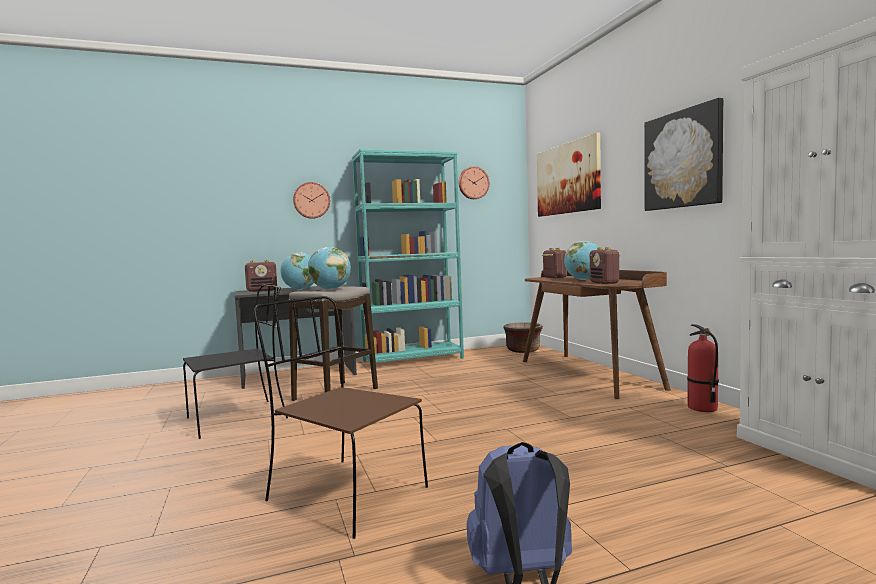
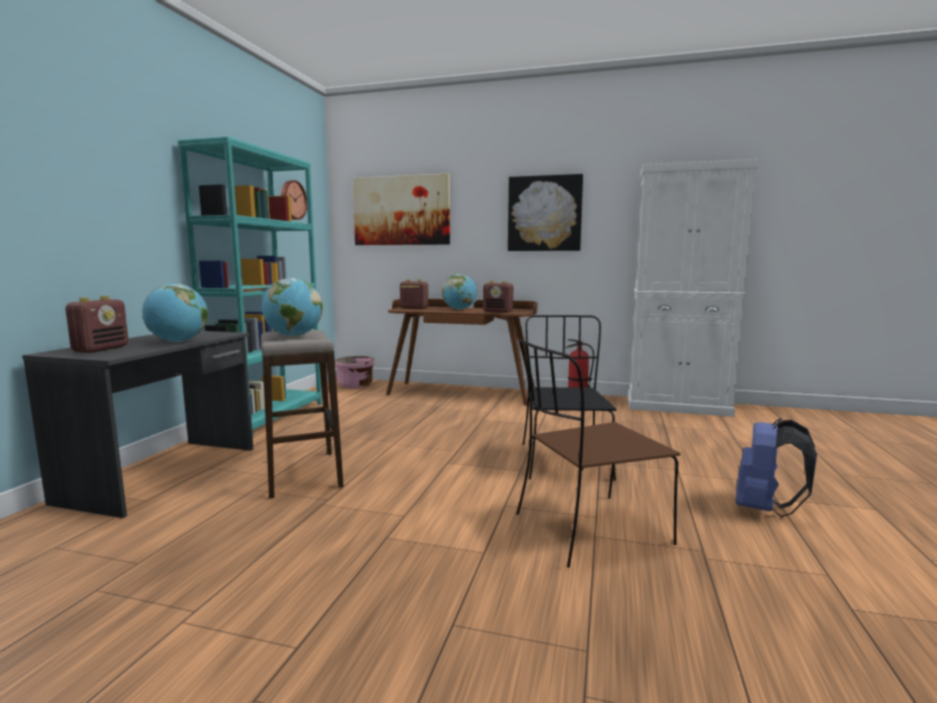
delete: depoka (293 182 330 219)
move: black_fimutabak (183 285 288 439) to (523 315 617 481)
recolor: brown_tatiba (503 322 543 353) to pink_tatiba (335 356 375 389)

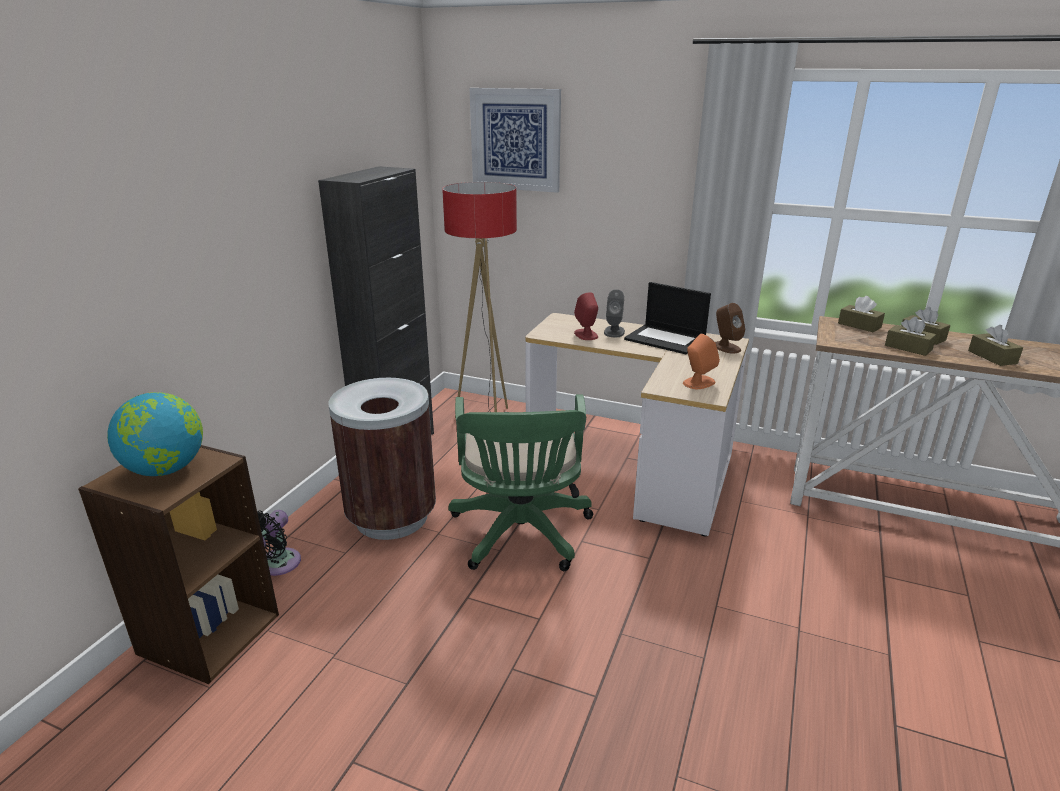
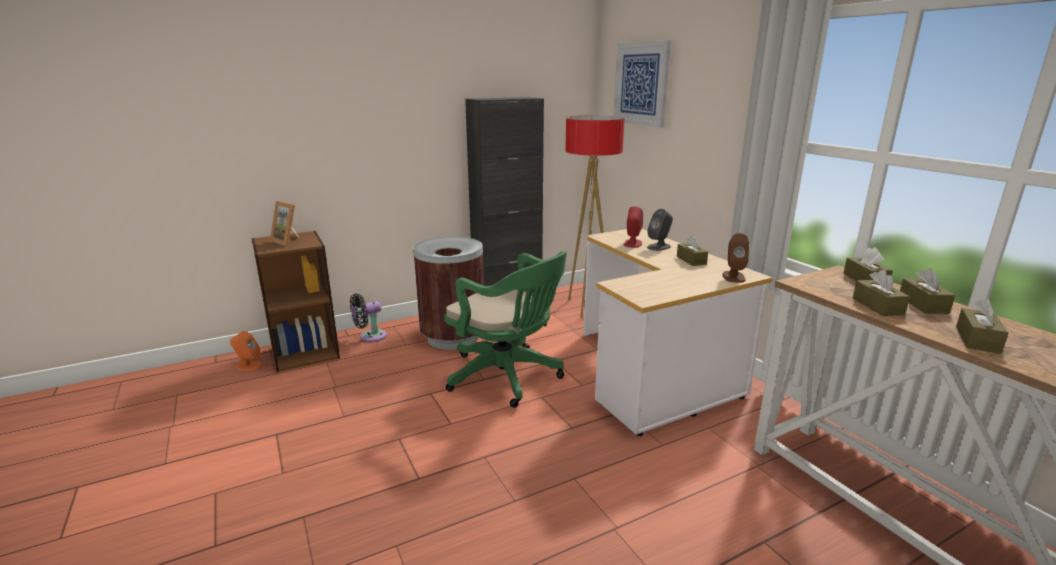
move: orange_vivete (683 334 720 389) to (230 331 262 371)
replace: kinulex (624 282 711 354) to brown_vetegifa (677 235 708 266); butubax (107 392 203 476) to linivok (270 201 299 246)
rotate: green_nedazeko (448 394 593 571) = (444 251 567 408) 90 degrees counterclockwise

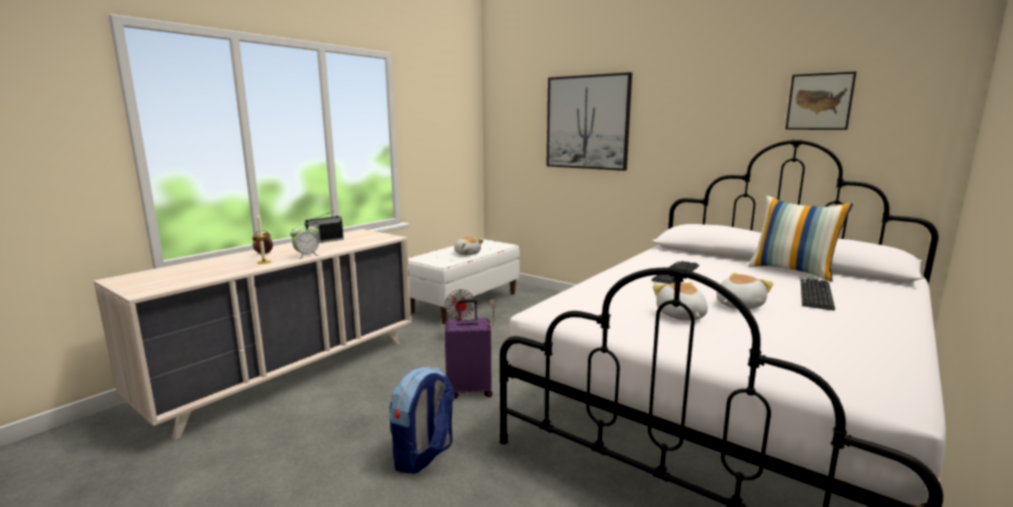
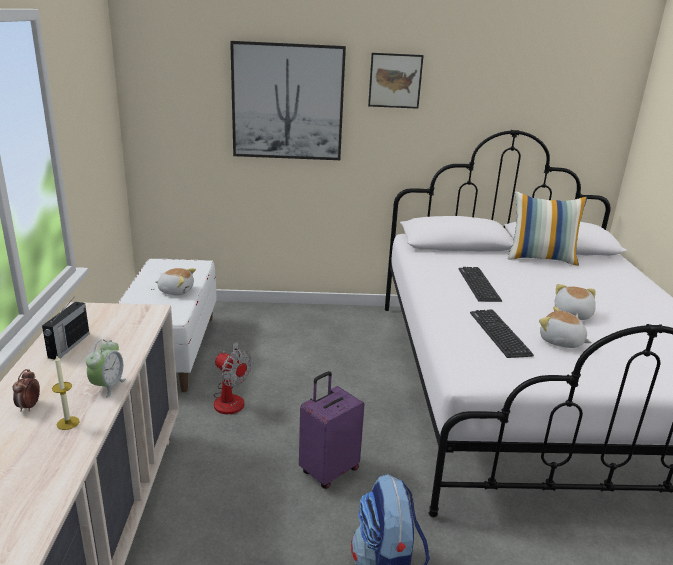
move: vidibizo (785 72 856 130) to (368 53 424 109); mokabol (801 278 835 310) to (470 309 534 358)

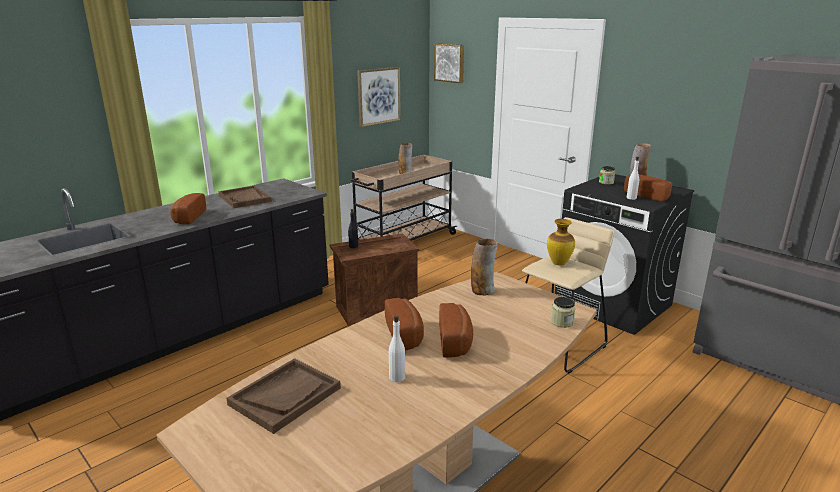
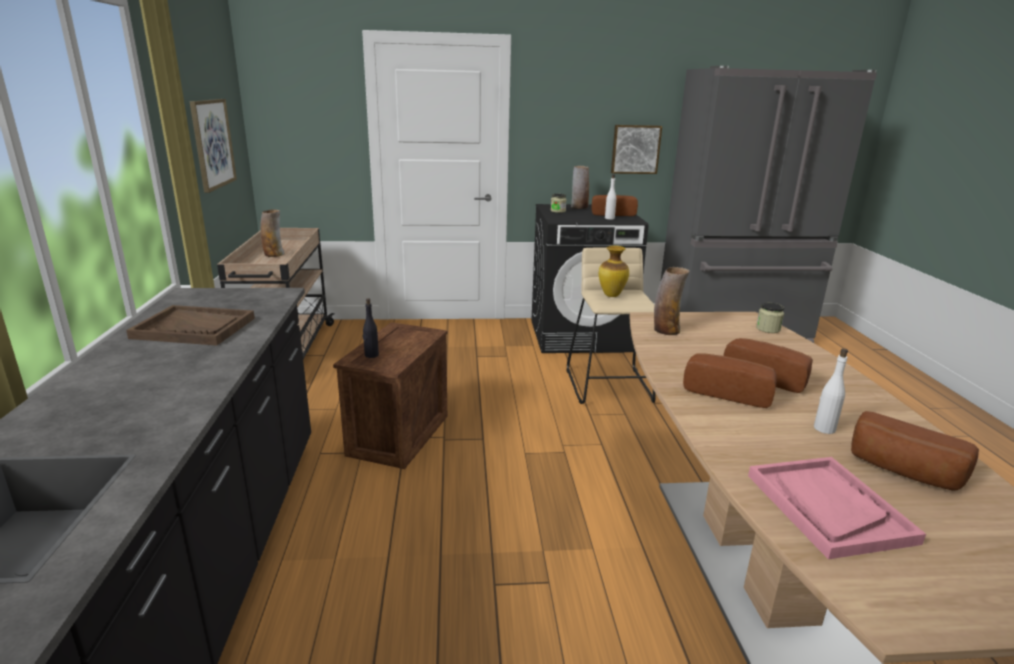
move: vidibizo (434 43 464 83) to (611 125 662 174); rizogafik (170 193 206 225) to (851 411 979 491)
recolor: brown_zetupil (226 358 341 434) to pink_zetupil (748 457 926 559)

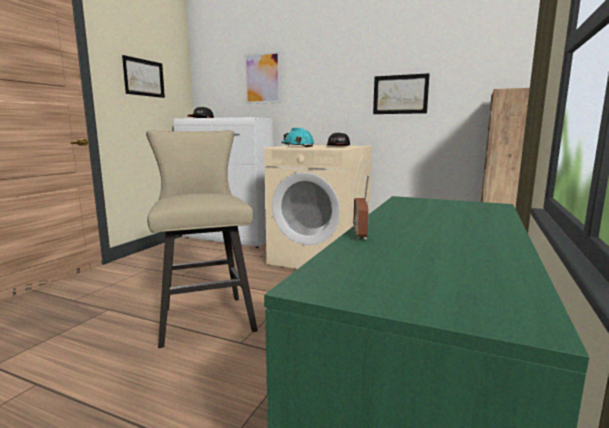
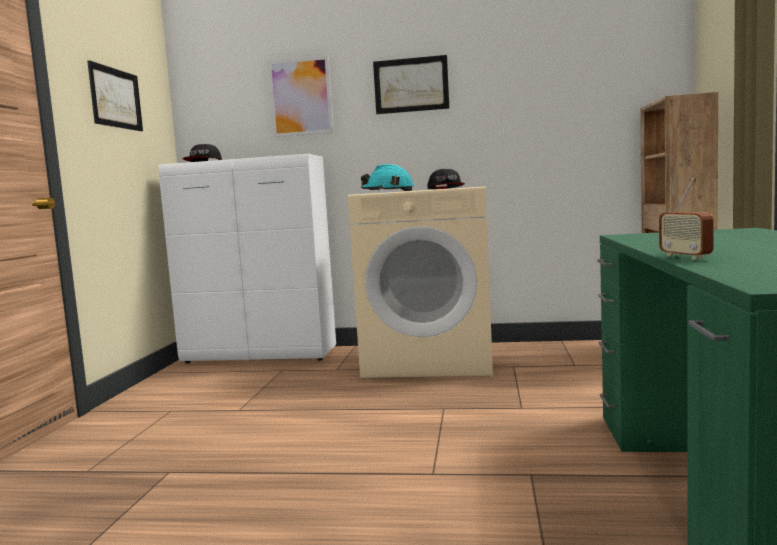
delete: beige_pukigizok (146 130 258 348)
move: vidibizo (373 73 430 114) to (373 55 449 114)

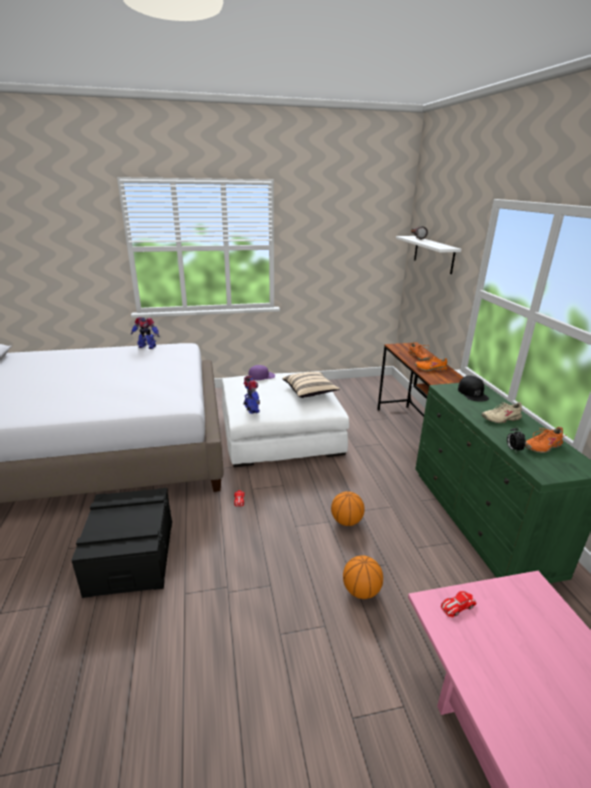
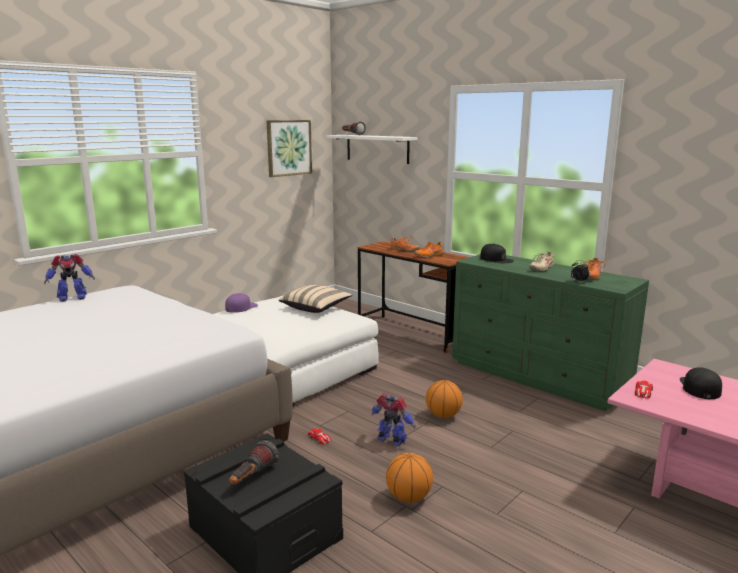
insert: vidibizo (267 120 312 177); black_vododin (680 367 722 399); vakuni (229 440 279 485)
move: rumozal (243 376 260 414) to (372 393 416 446); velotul (343 556 383 599) to (386 453 433 502)

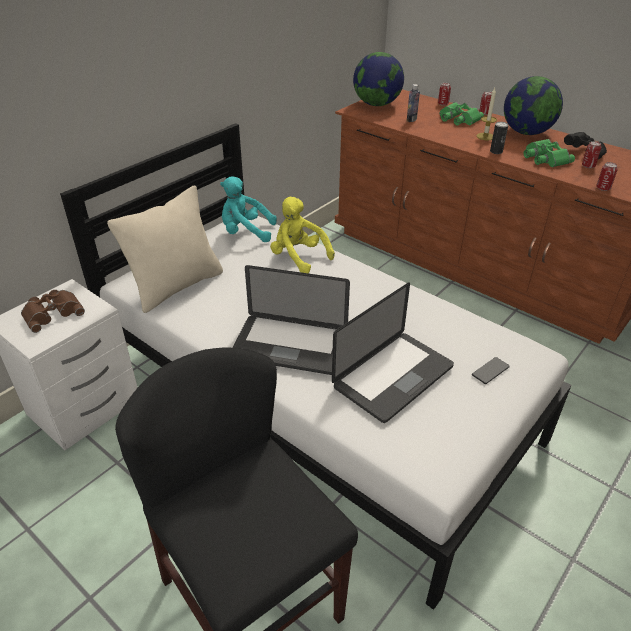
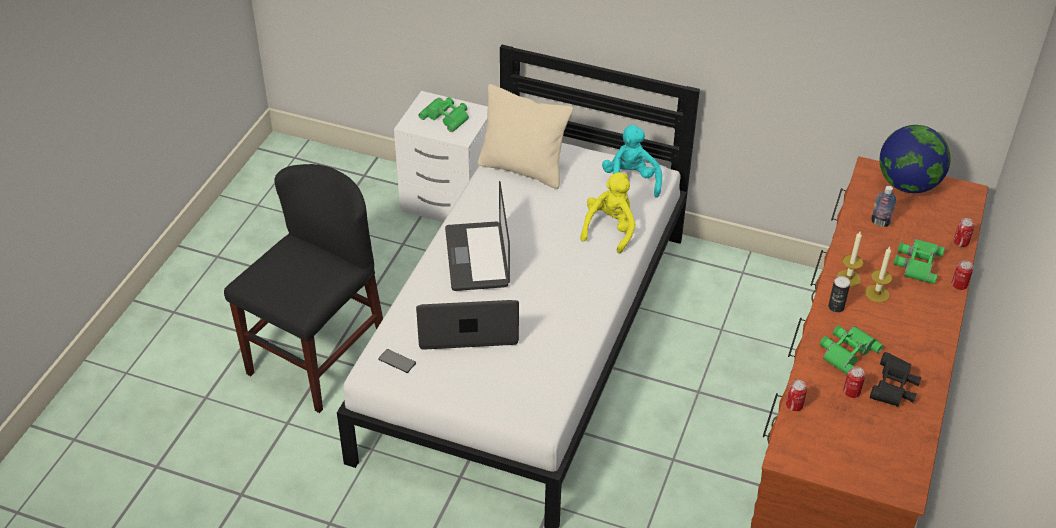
delete: butubax (504 76 563 135)
insert: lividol (837 232 863 287)
move: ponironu (472 357 510 384) to (378 349 416 373)
recolor: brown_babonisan (21 290 85 333) to green_babonisan (419 97 469 132)
rotate: kinulex (332 283 454 423) = (416 300 519 350) 150 degrees clockwise

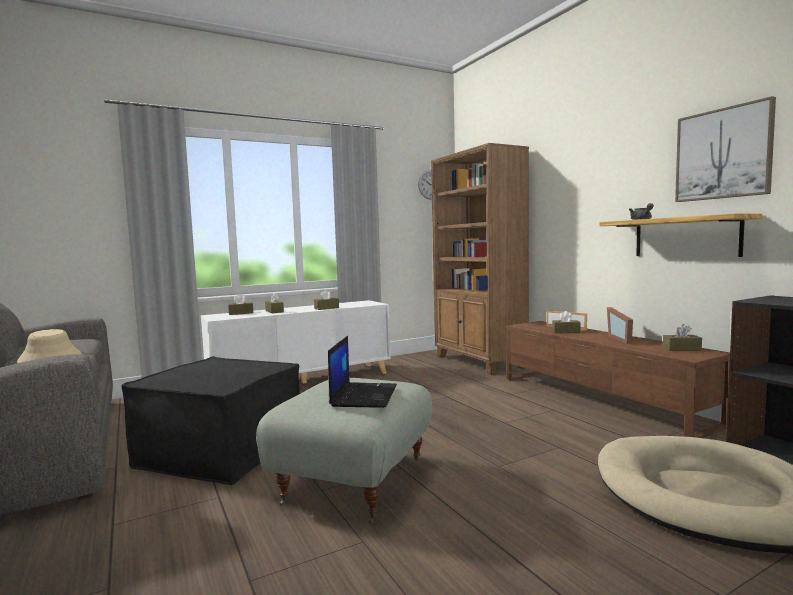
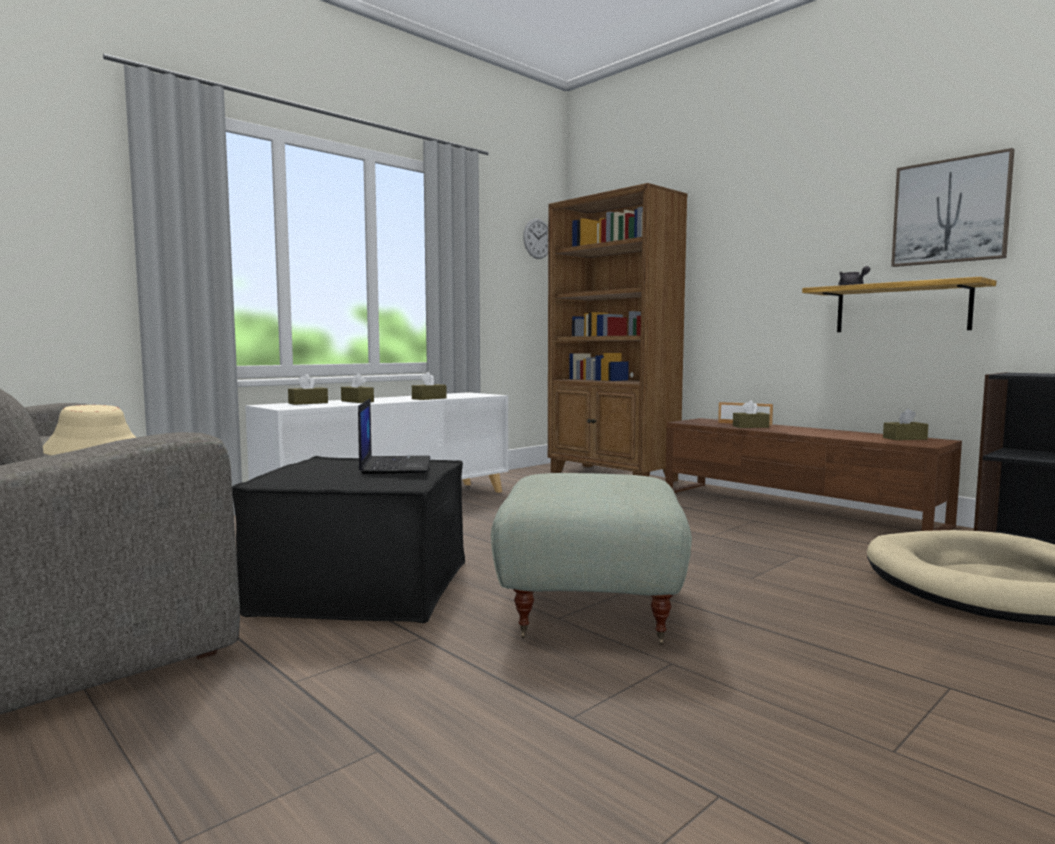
delete: linivok (607 307 633 344)
move: kinulex (328 336 397 408) to (358 399 430 474)

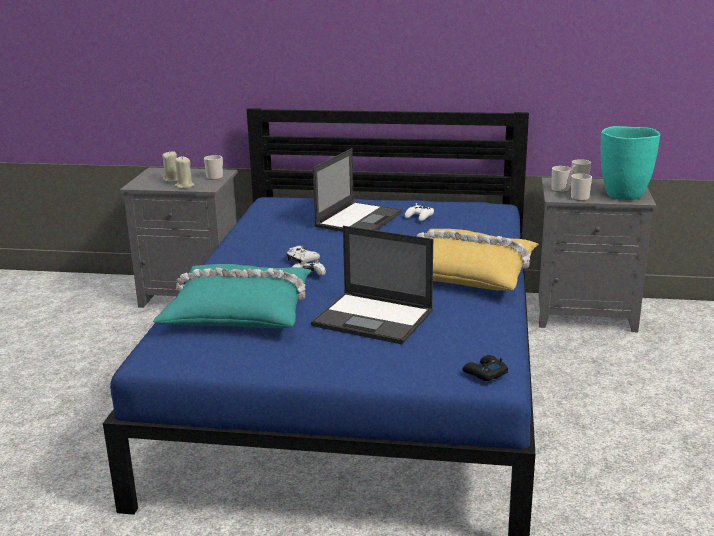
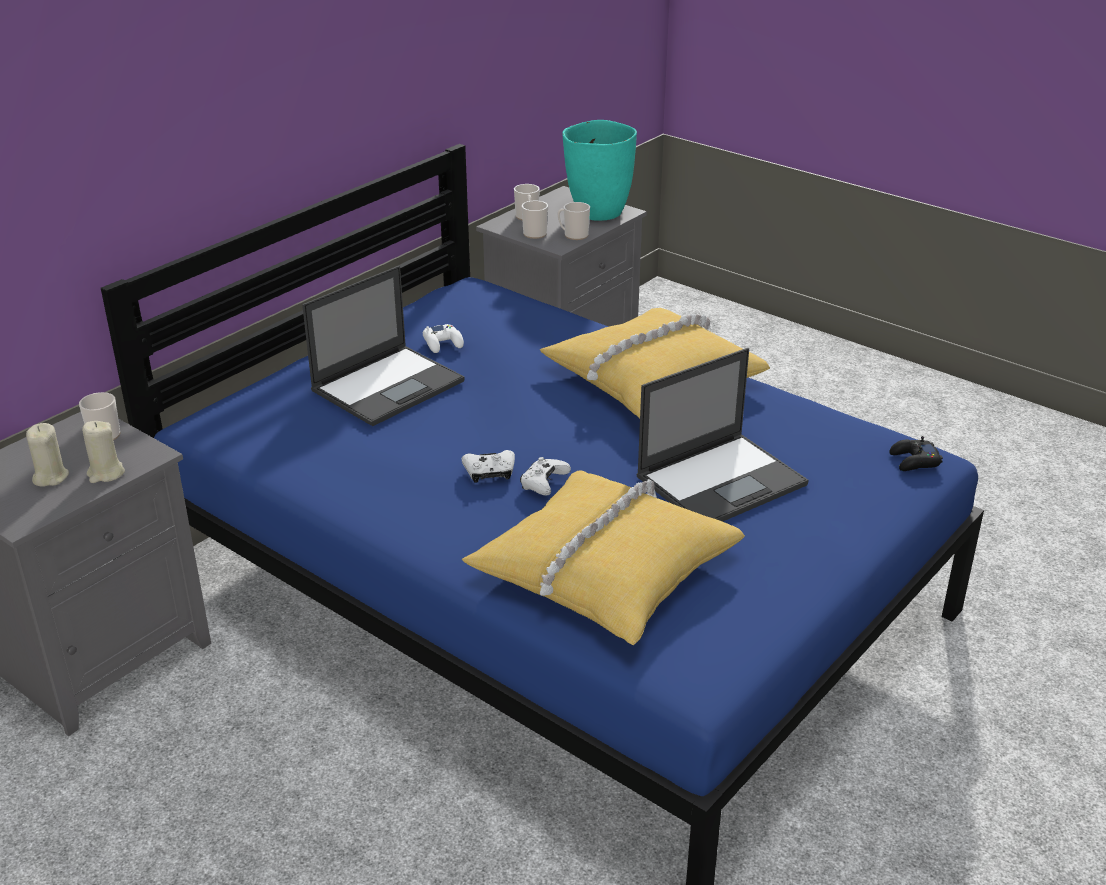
recolor: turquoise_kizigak (153 264 311 328) to yellow_kizigak (462 470 745 645)
rotate: kinulex (313 148 403 232) = (302 266 465 426) 75 degrees clockwise

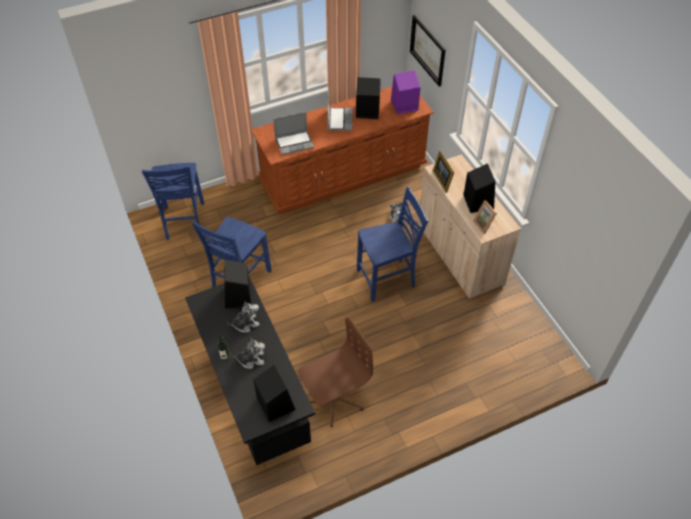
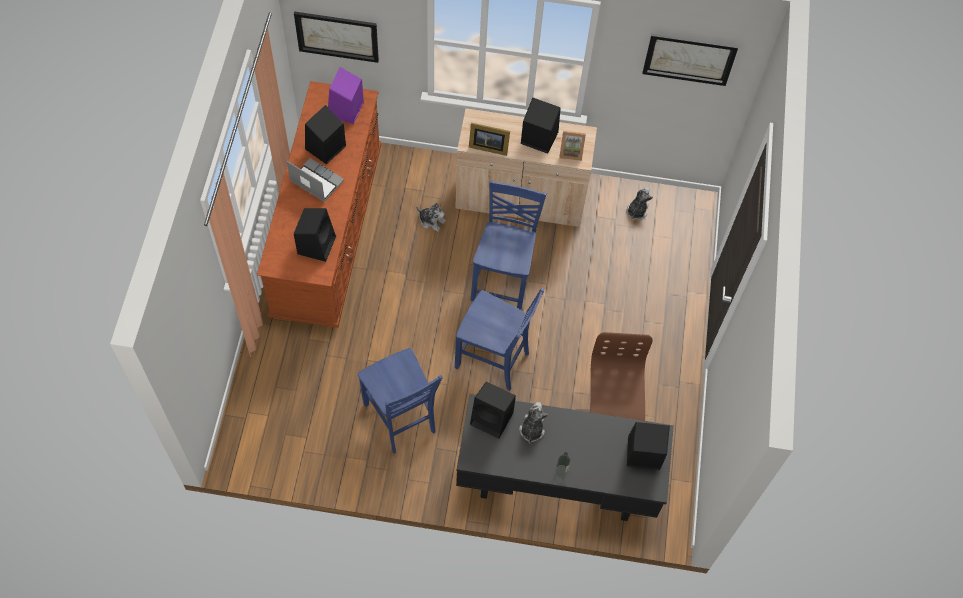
insert: vidibizo (642 34 738 86)
move: blue_fimutabak (142 163 204 240) to (455 288 544 391); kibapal (231 338 265 369) to (626 187 653 220)
replace: kinulex (273 112 314 155) to black_vivete (294 208 336 262)

